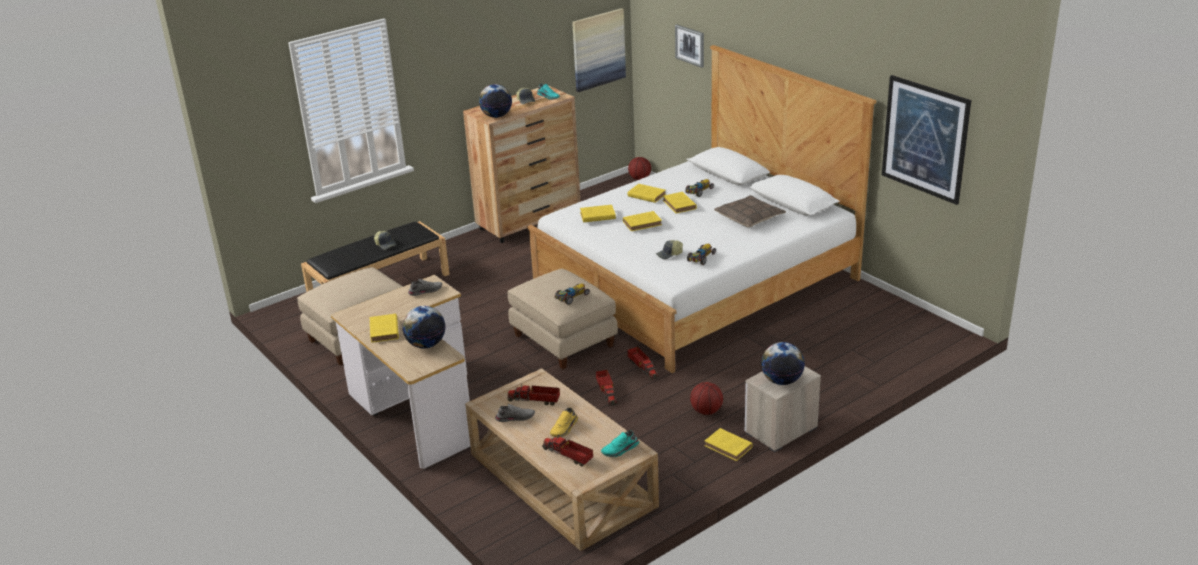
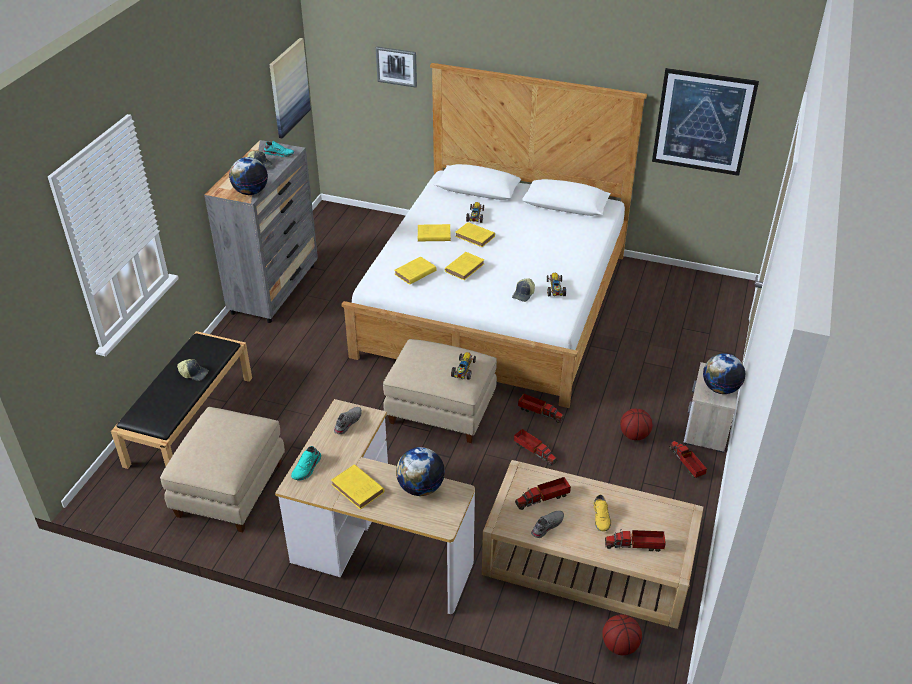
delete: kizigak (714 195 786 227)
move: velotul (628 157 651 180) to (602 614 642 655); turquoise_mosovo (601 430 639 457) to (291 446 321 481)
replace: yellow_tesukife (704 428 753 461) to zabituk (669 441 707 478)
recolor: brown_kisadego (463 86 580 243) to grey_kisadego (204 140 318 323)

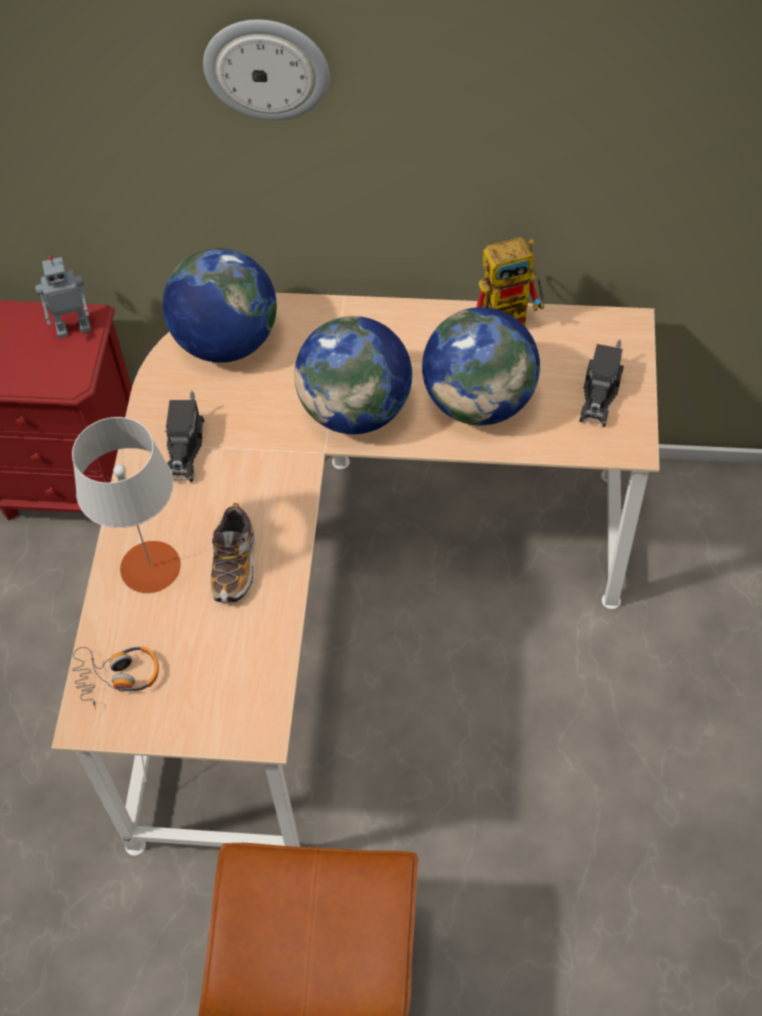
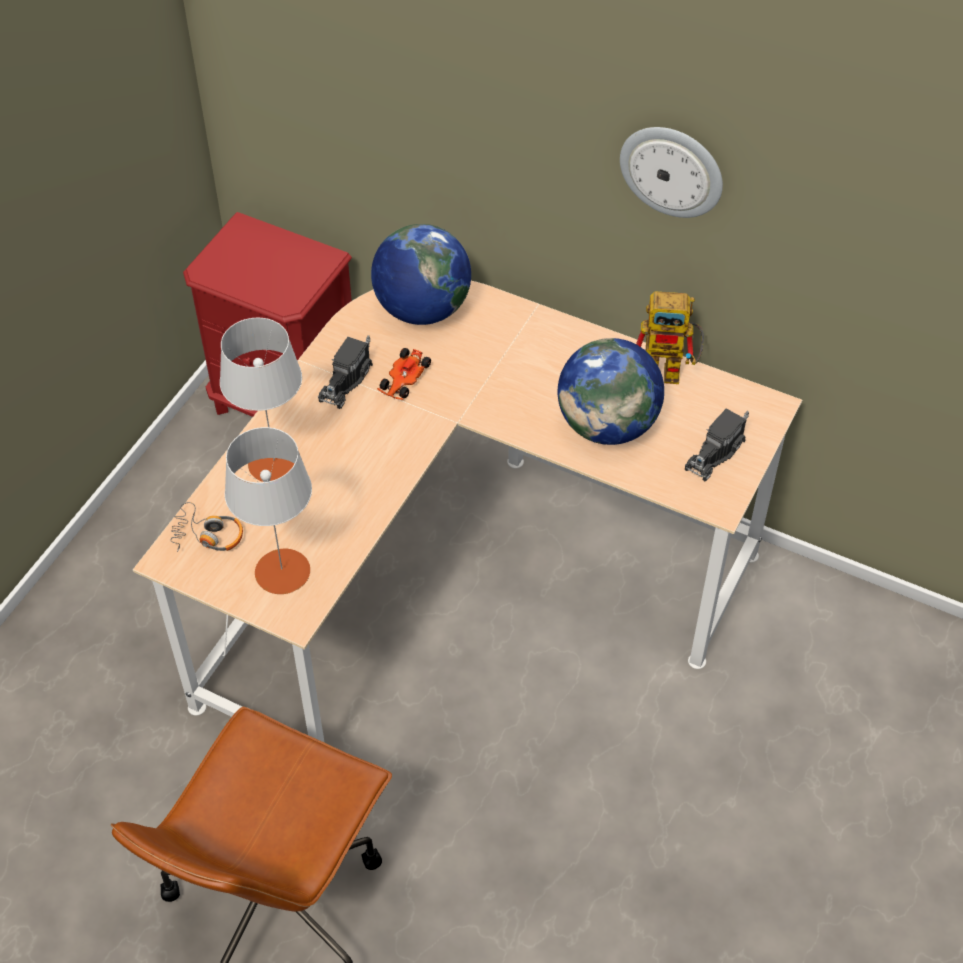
delete: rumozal (35 255 91 338); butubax (294 316 412 434); mosovo (211 503 255 603)
insert: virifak (377 348 431 400); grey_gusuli (225 427 312 594)
move: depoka (203 20 330 120) to (620 127 723 218)

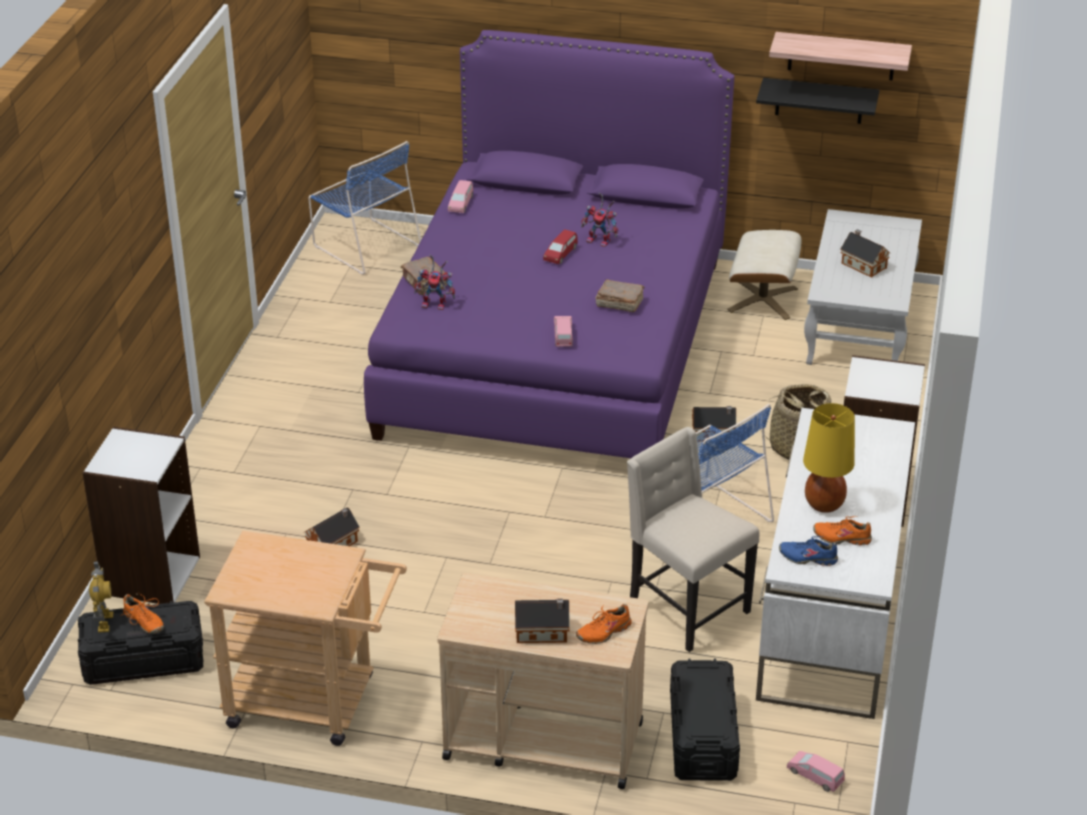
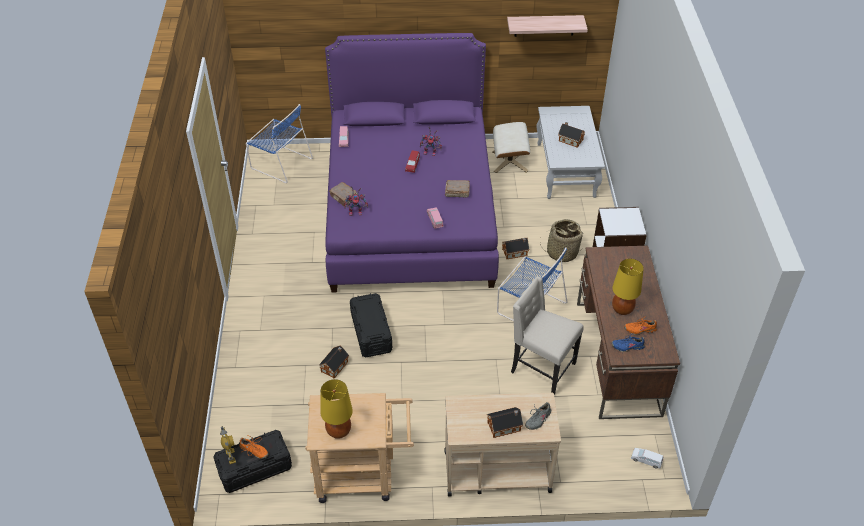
delete: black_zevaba (756 78 879 124); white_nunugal (82 427 200 604)
insert: yellow_gusuli (321 379 353 439)
move: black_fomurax (670 658 740 781) to (350 293 392 358)
recolor: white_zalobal (756 408 915 719) to brown_zalobal (577 246 680 419); orange_mosovo (576 604 632 644) to grey_mosovo (525 402 553 430); pink_virifak (787 751 845 792) to white_virifak (631 448 664 469)

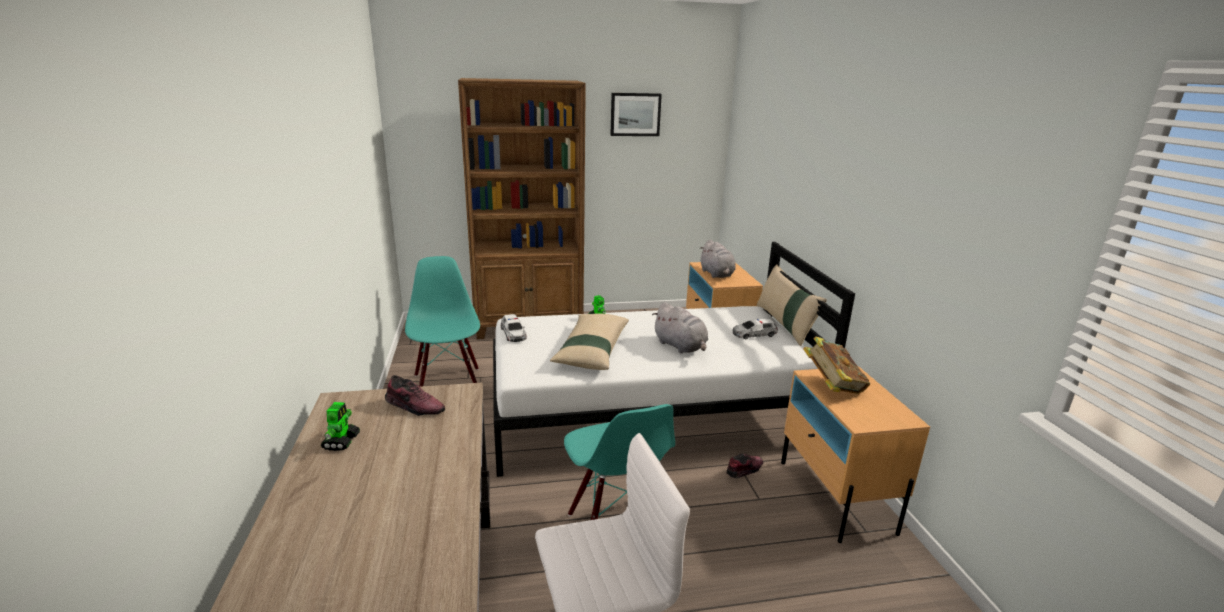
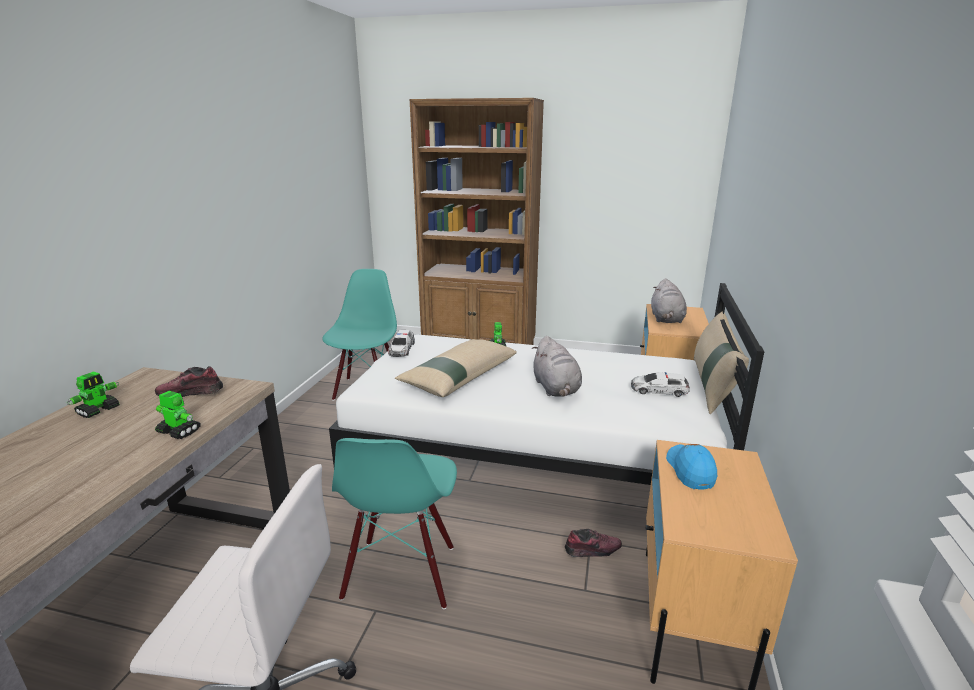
delete: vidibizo (610 93 662 136)
insert: rumozal (155 391 201 439)
replace: tesukife (803 336 870 394) to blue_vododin (666 444 717 490)
rotate: mosovo (385 375 445 416) = (155 366 223 397) 135 degrees clockwise

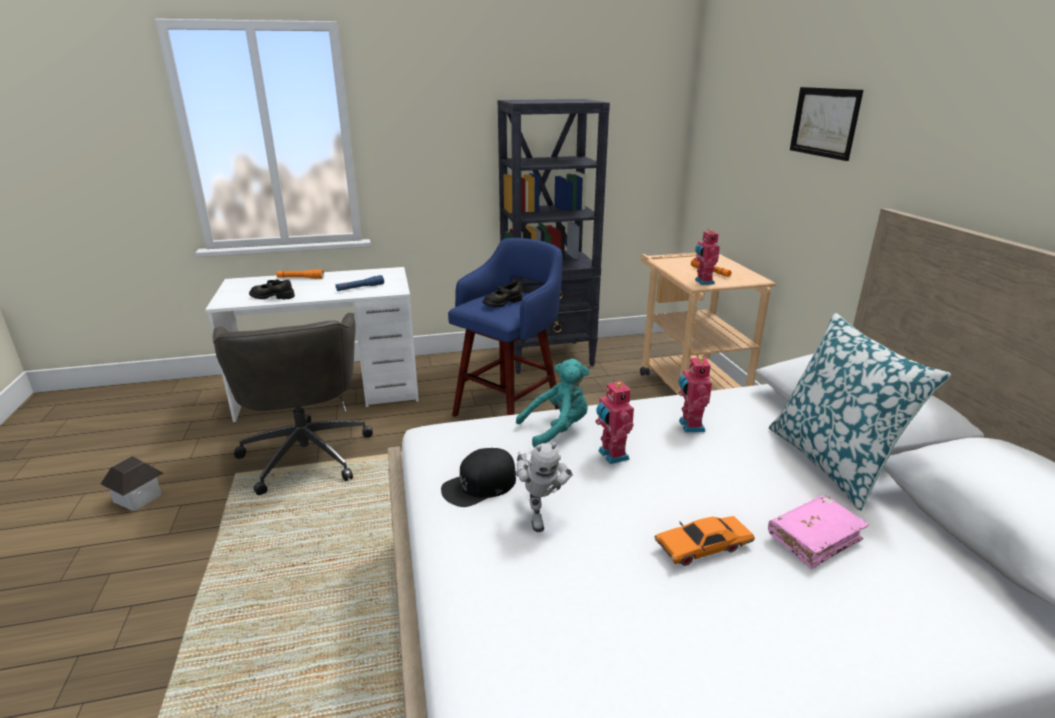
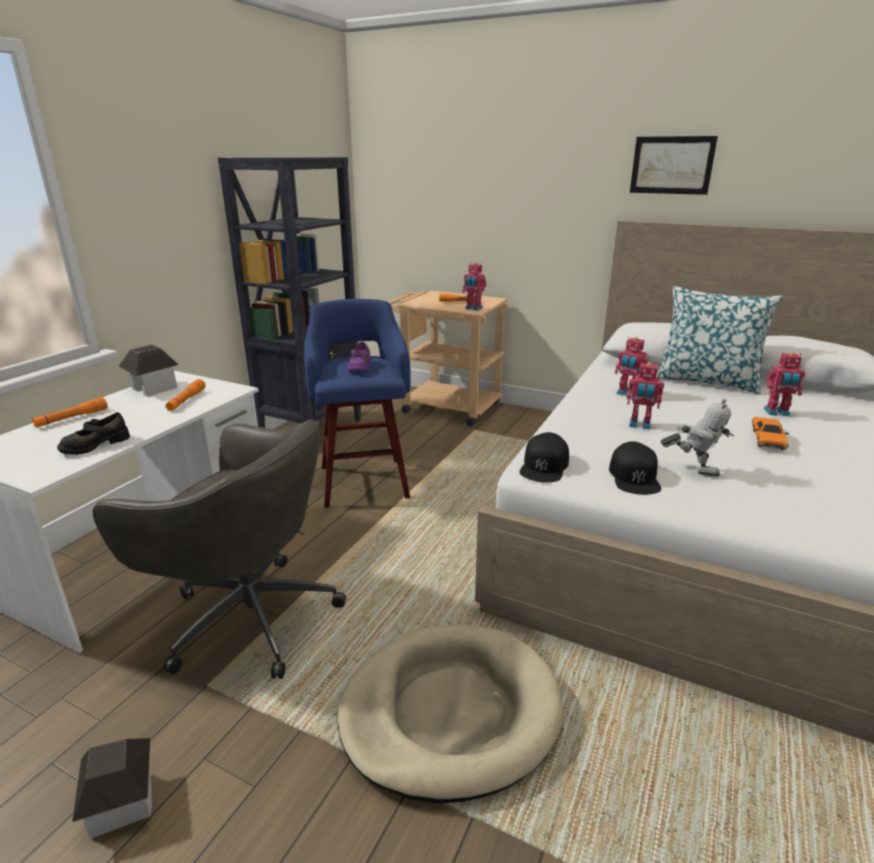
delete: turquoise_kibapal (516 359 590 448)
insert: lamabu (119 345 179 397); black_vododin (520 432 569 482); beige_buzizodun (338 625 563 804)
move: vidibizo (790 87 863 161) to (630 136 718 195)
replace: pink_tesukife (768 495 869 569) to rumozal (764 352 805 416)
recolor: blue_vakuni (336 275 384 291) to orange_vakuni (165 379 206 411); black_mosovo (483 281 522 308) to purple_mosovo (347 342 371 371)

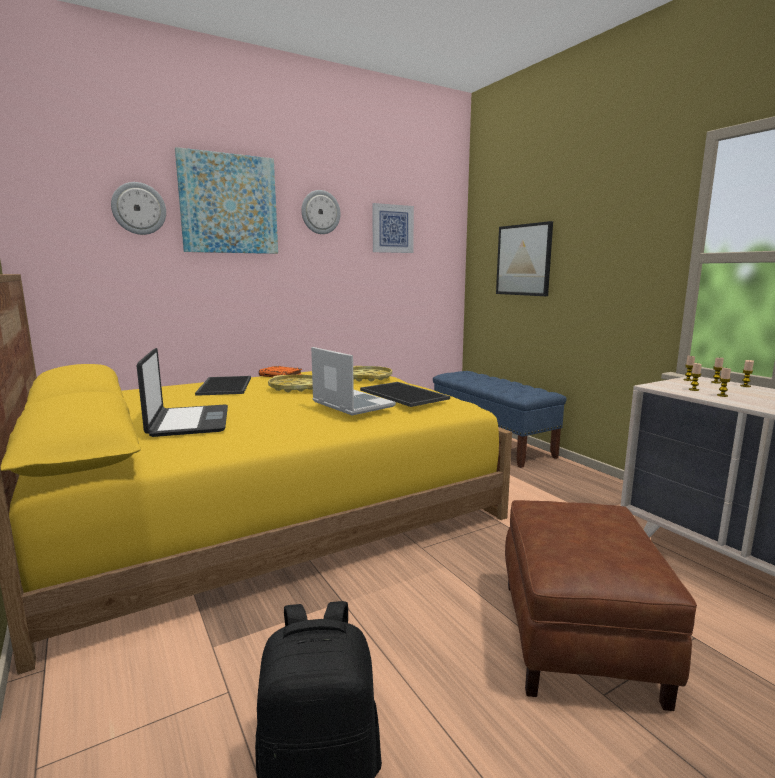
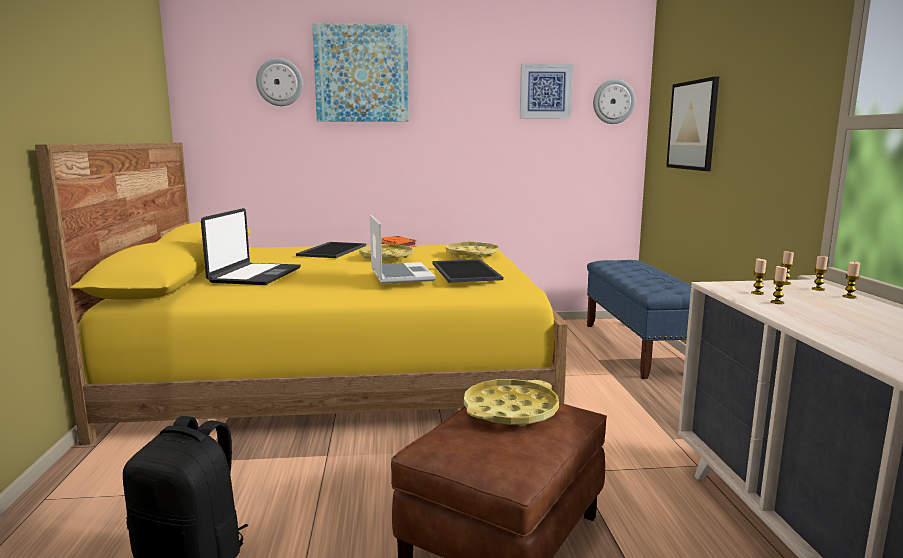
insert: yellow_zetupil (464 379 559 426)
move: depoka (301 190 341 234) to (593 79 635 124)

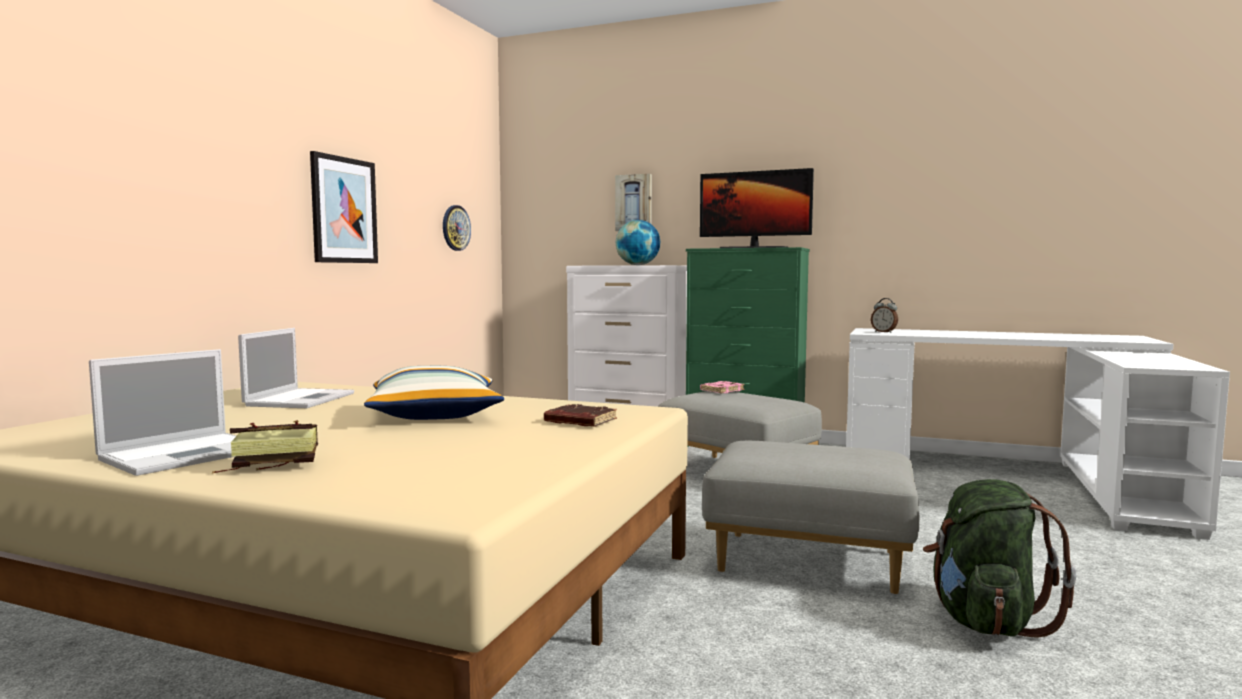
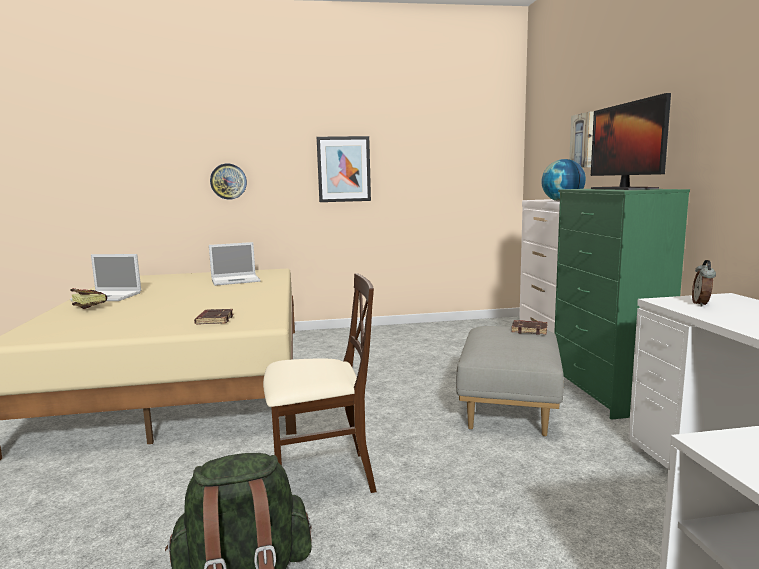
delete: kizigak (364 366 504 420)
move: depoka (443 205 471 251) to (210 164 247 200)
replace: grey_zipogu (702 441 919 595) to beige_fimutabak (263 273 377 493)
recolor: pink_tesukife (700 381 745 393) to brown_tesukife (511 320 547 335)

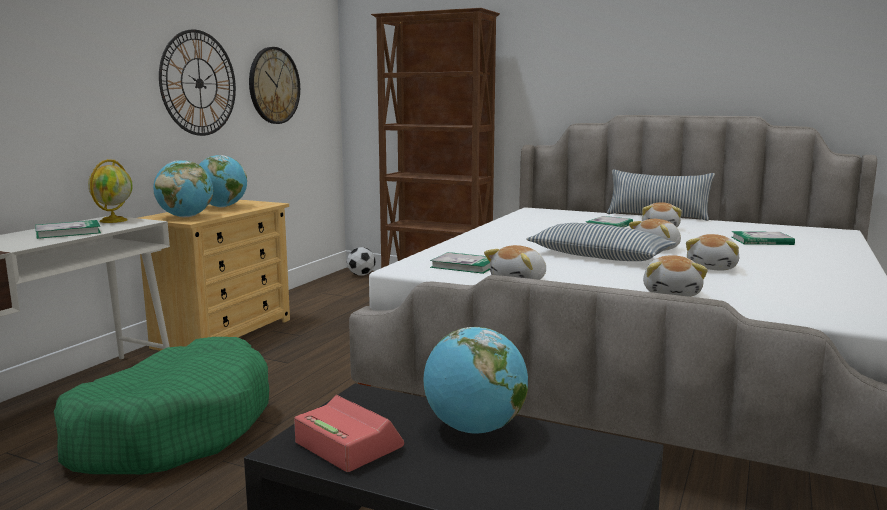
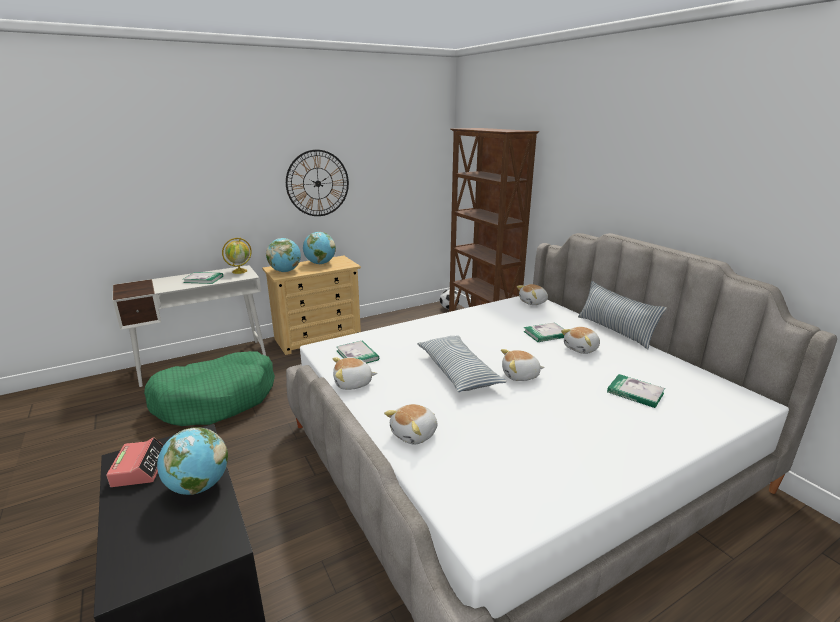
delete: depoka (249 47 300 124)
move: kibapal (686 234 739 270) to (517 284 548 305)

